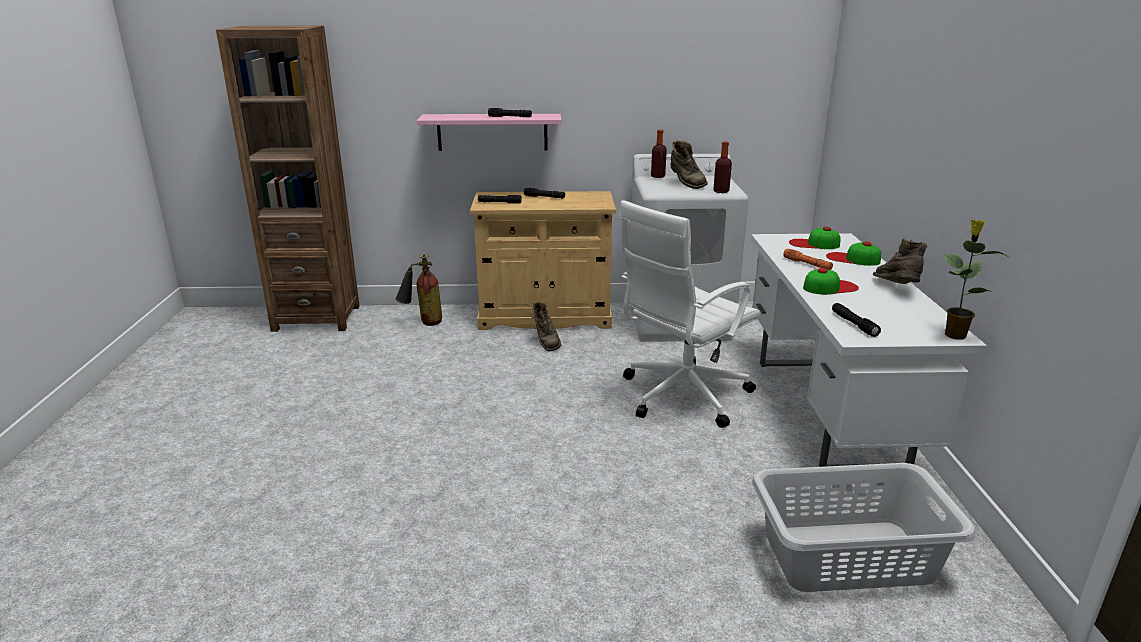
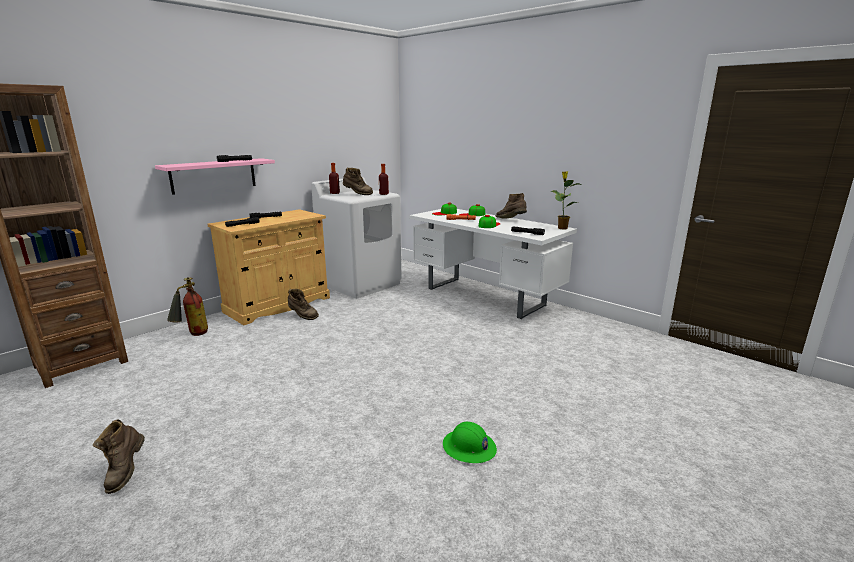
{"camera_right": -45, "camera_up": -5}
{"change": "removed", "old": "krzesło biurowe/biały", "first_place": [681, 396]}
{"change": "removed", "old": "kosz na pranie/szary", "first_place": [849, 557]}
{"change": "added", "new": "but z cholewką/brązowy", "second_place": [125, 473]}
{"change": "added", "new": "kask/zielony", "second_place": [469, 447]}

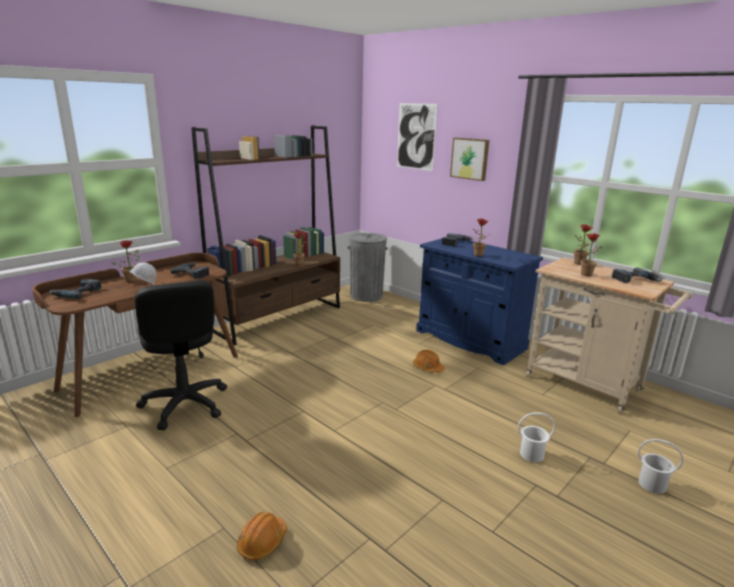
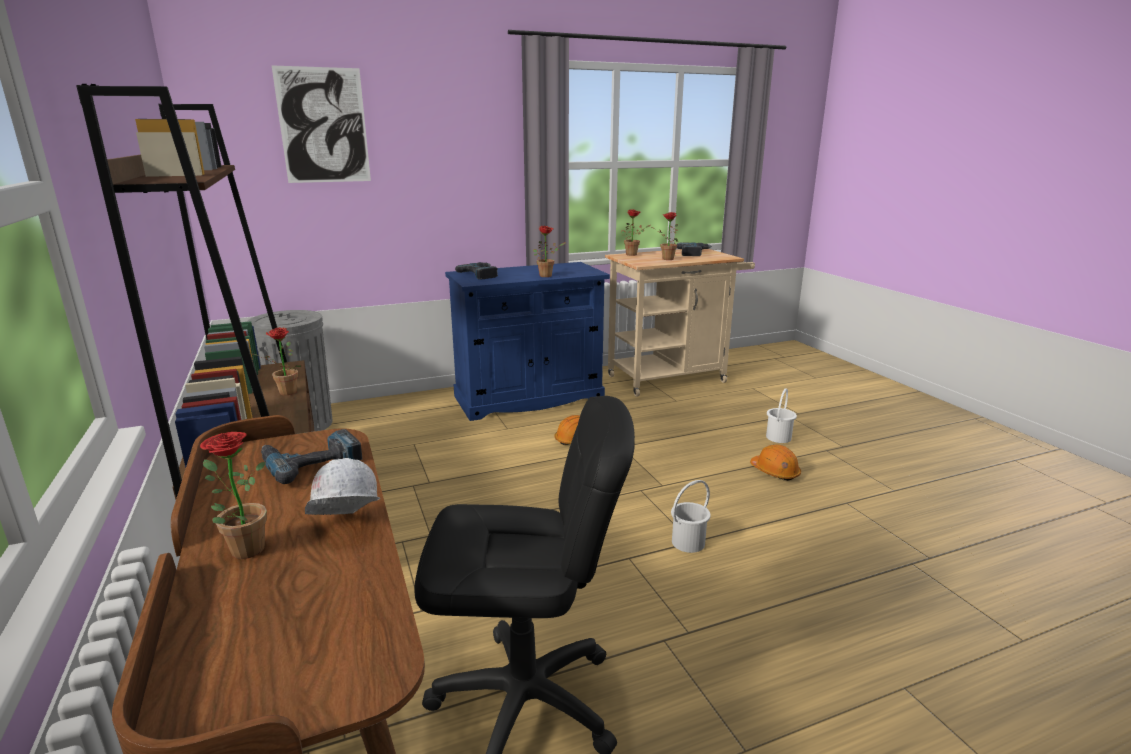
{"camera_right": -65, "camera_up": 0}
{"change": "removed", "old": "obraz", "first_place": [470, 158]}
{"change": "removed", "old": "wiertarka", "first_place": [77, 293]}
{"change": "moved", "old": "wiadro/biały", "first_place": [652, 485], "second_place": [688, 543]}
{"change": "moved", "old": "kask/pomarańczowy", "first_place": [262, 542], "second_place": [775, 472]}

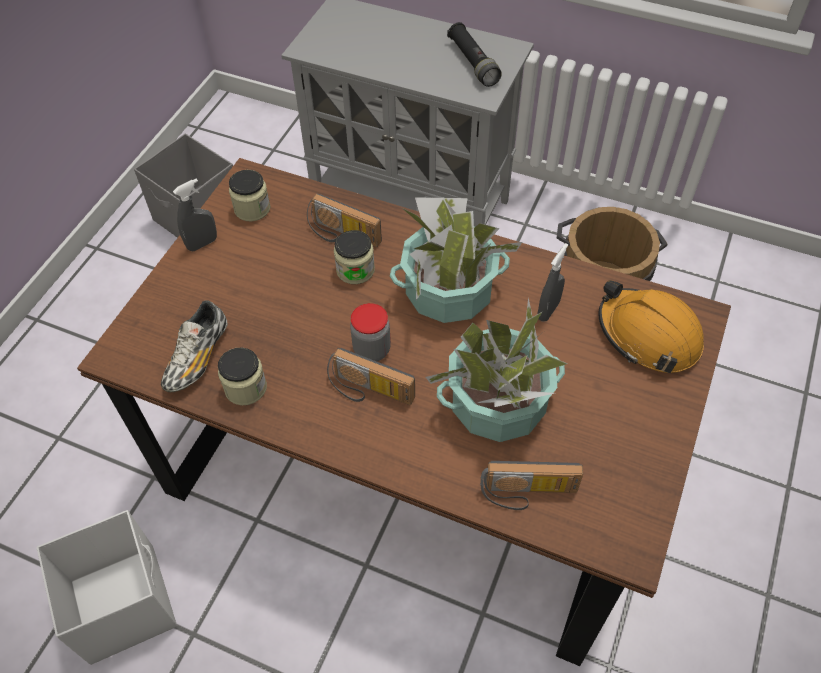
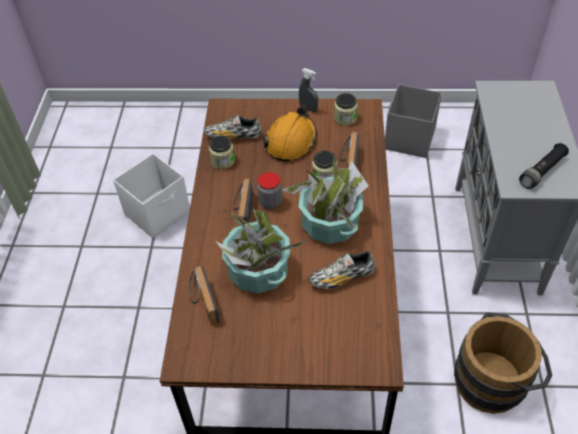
{"camera_right": 70, "camera_up": -5}
{"change": "replaced", "old": "spryskiwacz/szary", "new": "but", "first_place": [548, 310], "second_place": [342, 278]}
{"change": "moved", "old": "kask/pomarańczowy", "first_place": [648, 335], "second_place": [291, 141]}

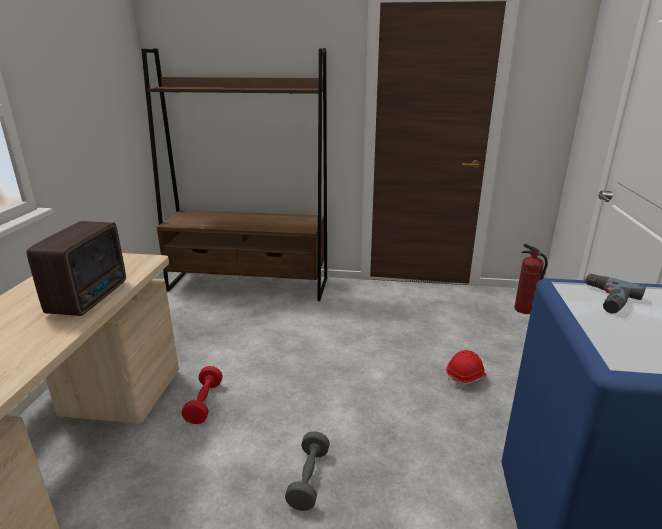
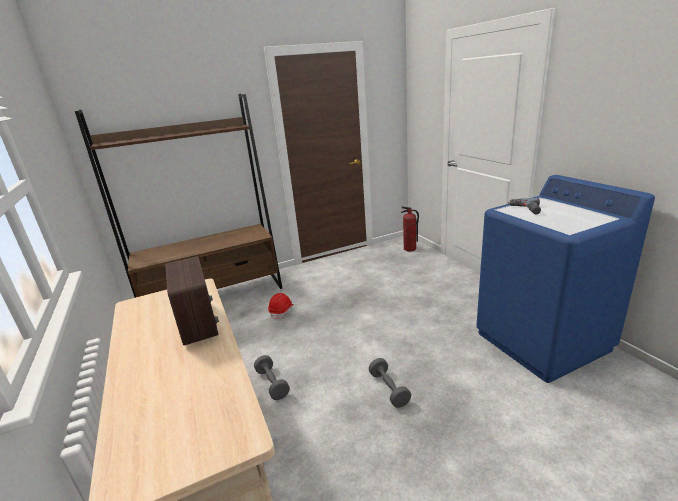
{"camera_right": -30, "camera_up": 0}
{"change": "moved", "old": "kask/czerwony", "first_place": [465, 377], "second_place": [282, 311]}
{"change": "recoloured", "old": "hantel/czerwony", "new": "hantel/szary", "first_place": [204, 403], "second_place": [272, 384]}

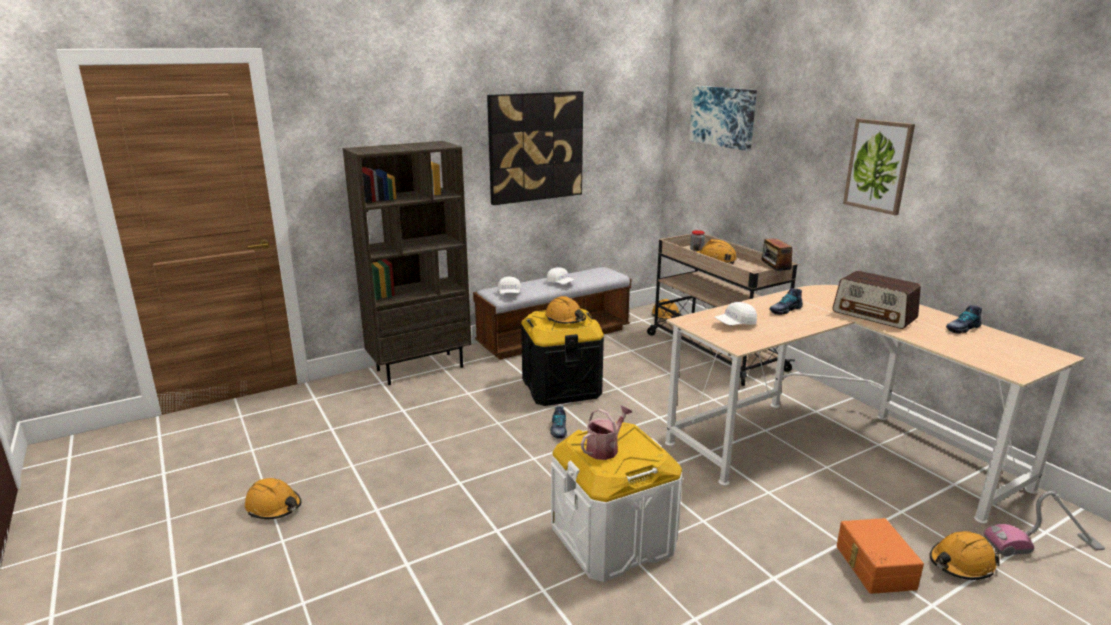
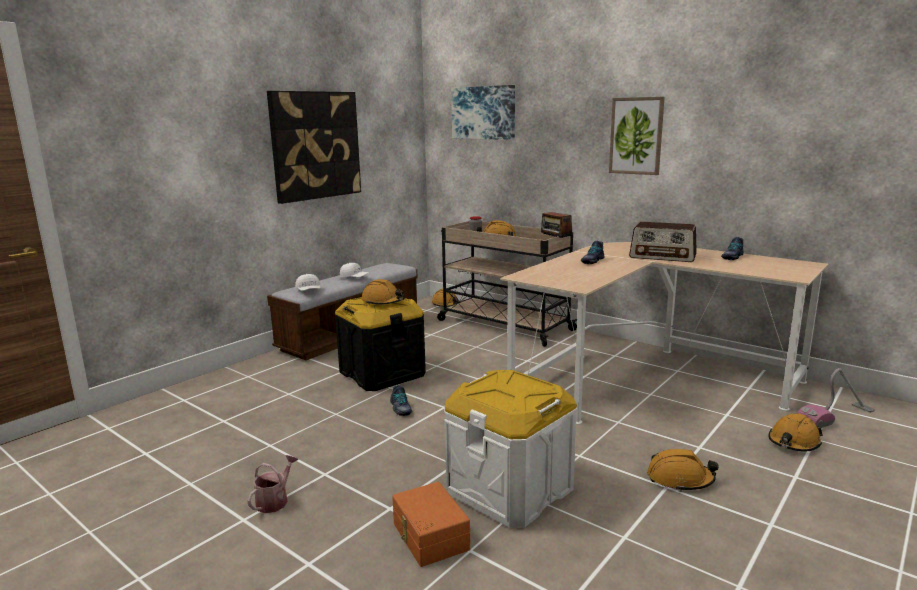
{"camera_right": -20, "camera_up": -5}
{"change": "removed", "old": "regał/brązowy", "first_place": [420, 368]}
{"change": "removed", "old": "czapka z daszkiem/biały", "first_place": [735, 324]}
{"change": "moved", "old": "konewka", "first_place": [605, 449], "second_place": [275, 500]}
{"change": "moved", "old": "kask/pomarańczowy", "first_place": [274, 507], "second_place": [679, 479]}
{"change": "moved", "old": "pojemnik do przechowywania/pomarańczowy", "first_place": [873, 567], "second_place": [429, 537]}

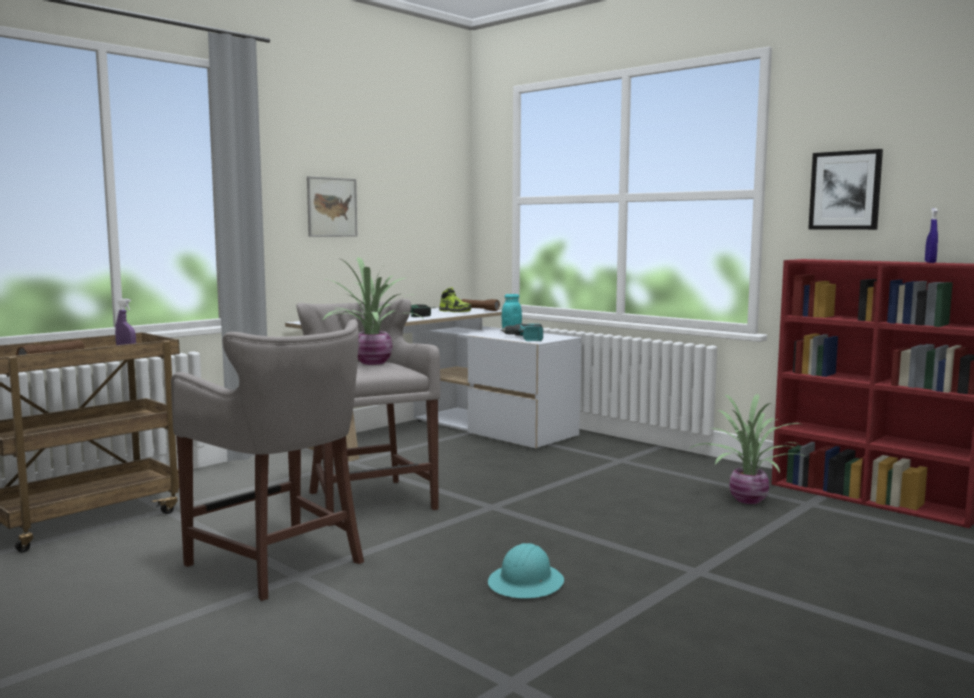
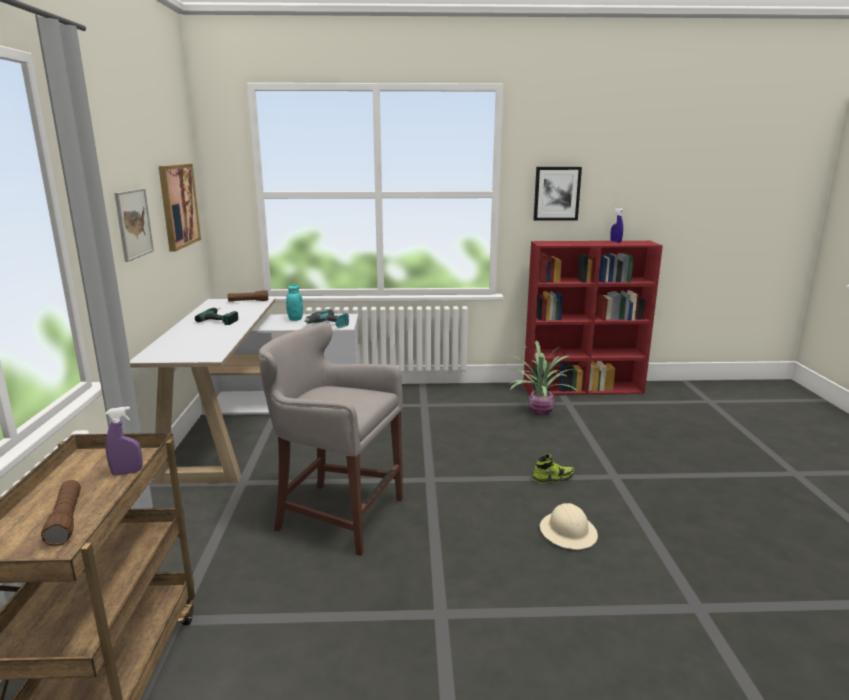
{"camera_right": -45, "camera_up": 10}
{"change": "removed", "old": "roślina doniczkowa", "first_place": [372, 362]}
{"change": "moved", "old": "but", "first_place": [455, 311], "second_place": [553, 478]}
{"change": "removed", "old": "stołek/szary", "first_place": [280, 563]}
{"change": "recoloured", "old": "kask/turkusowy", "new": "kask/beżowy", "first_place": [526, 583], "second_place": [568, 532]}
{"change": "added", "new": "obraz", "second_place": [178, 205]}

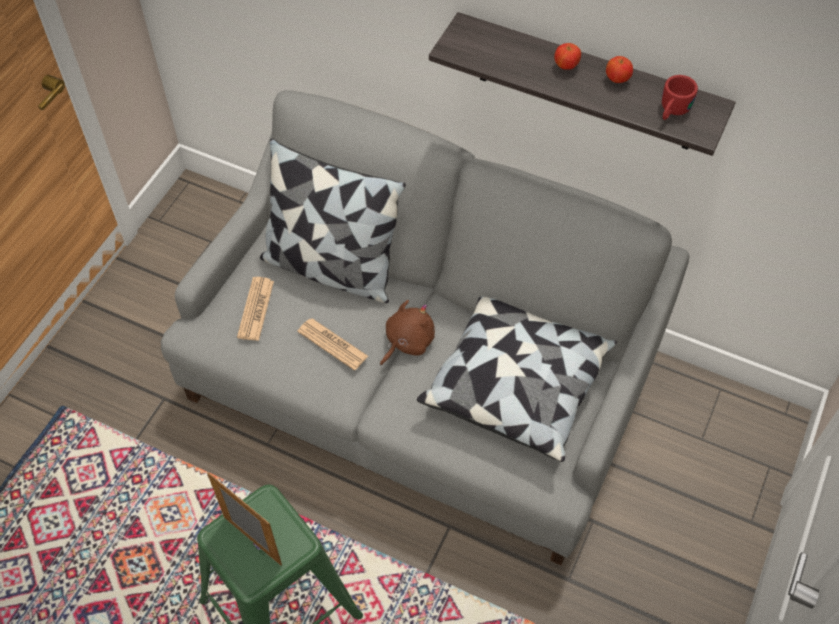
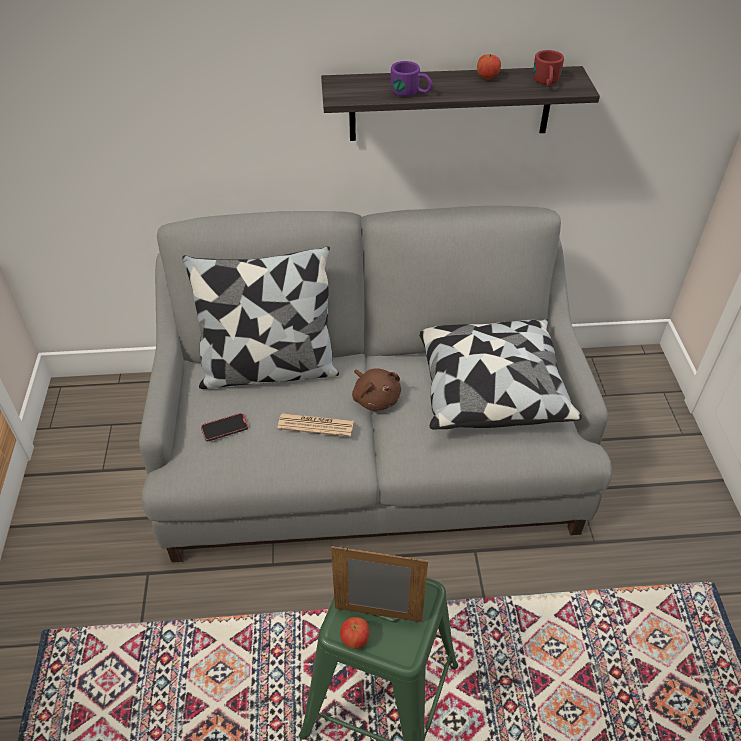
{"camera_right": -30, "camera_up": -10}
{"change": "moved", "old": "jabłko", "first_place": [566, 66], "second_place": [355, 639]}
{"change": "replaced", "old": "gazeta", "new": "telefon", "first_place": [256, 309], "second_place": [225, 428]}
{"change": "turned", "old": "pluszak/brązowy", "first_place": [407, 342], "second_place": [375, 398], "degrees": 135}
{"change": "added", "new": "kubek/fioletowy", "second_place": [411, 93]}

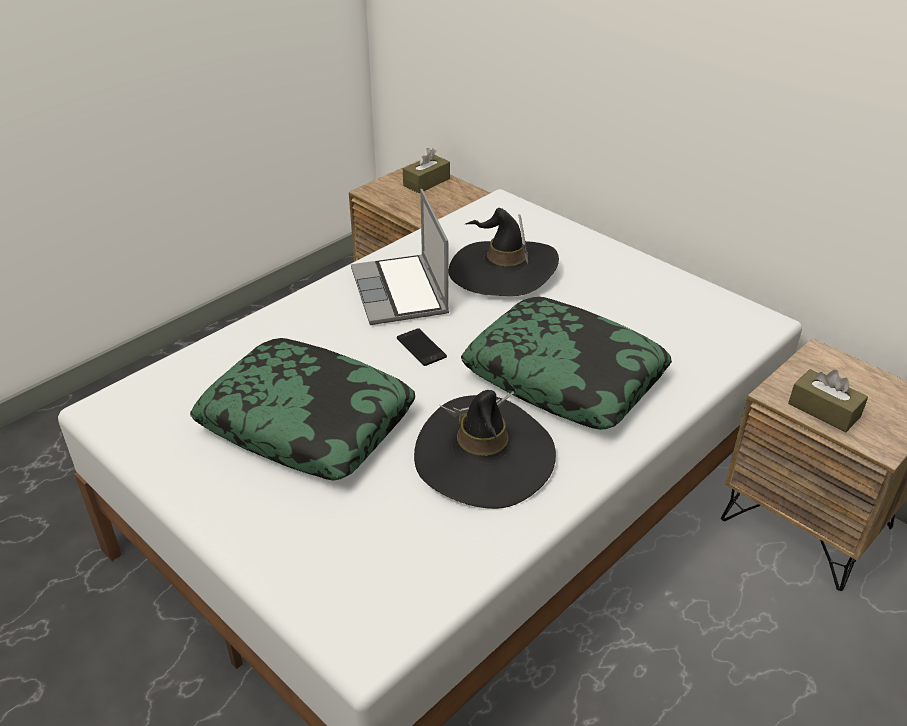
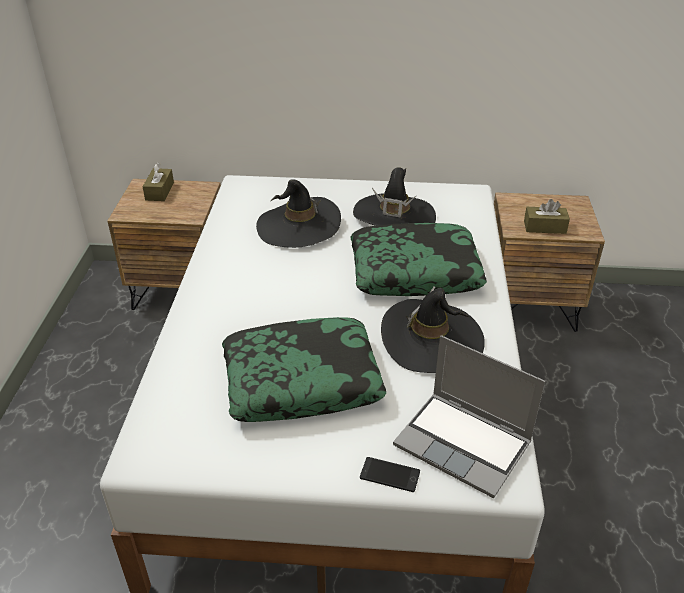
{"camera_right": -40, "camera_up": 0}
{"change": "moved", "old": "laptop", "first_place": [401, 292], "second_place": [464, 444]}
{"change": "moved", "old": "telefon", "first_place": [421, 347], "second_place": [390, 475]}
{"change": "added", "new": "kapelusz/czarny", "second_place": [394, 217]}

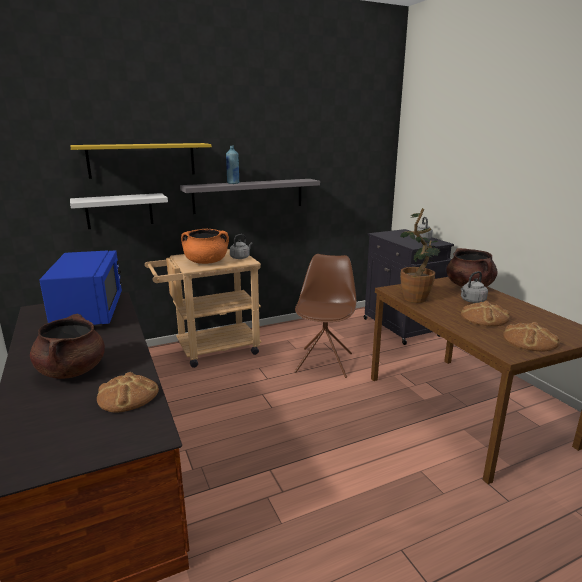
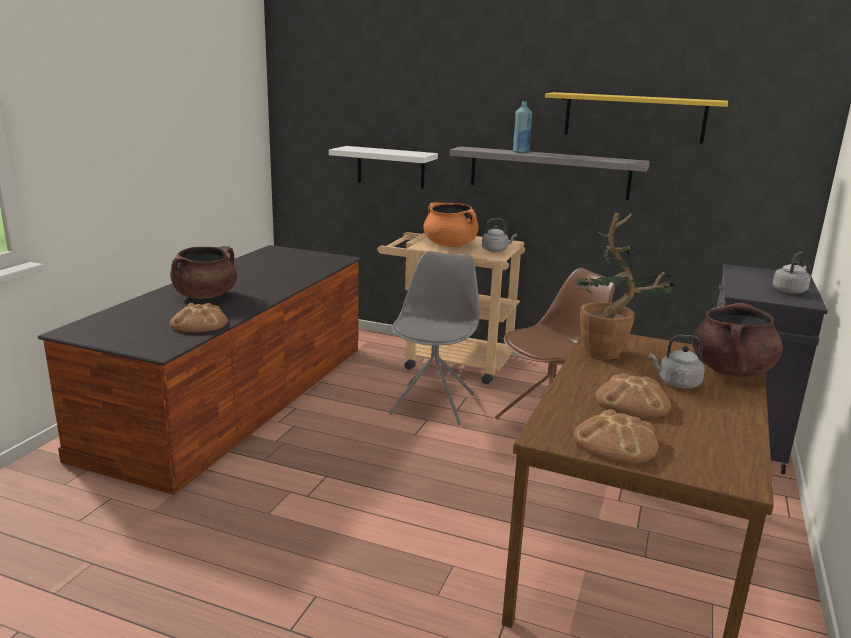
{"camera_right": 45, "camera_up": 0}
{"change": "moved", "old": "półka/żółty", "first_place": [142, 160], "second_place": [634, 117]}
{"change": "removed", "old": "mikrofalówka/niebieski", "first_place": [89, 313]}
{"change": "added", "new": "krzesło/szary", "second_place": [433, 403]}

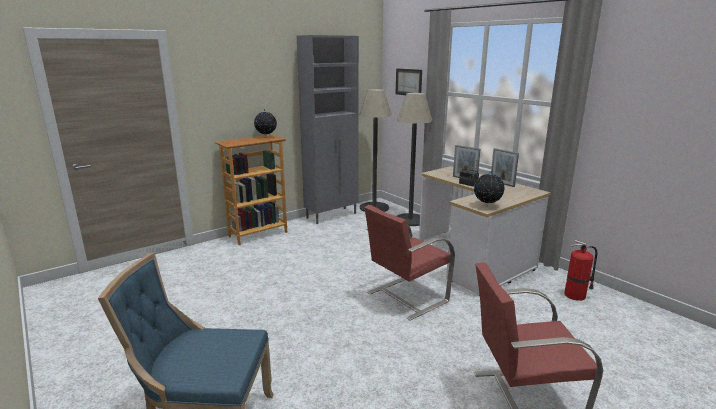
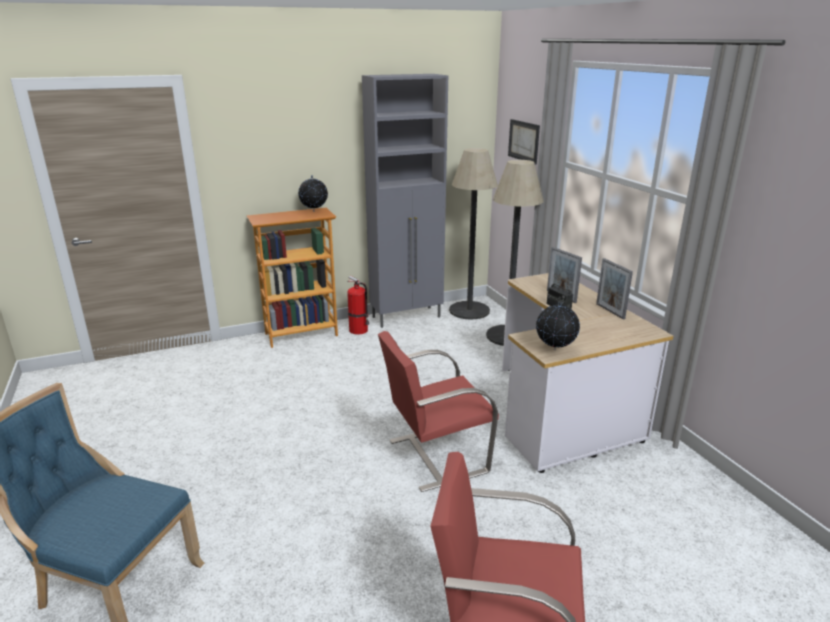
{"camera_right": 15, "camera_up": 5}
{"change": "moved", "old": "gaśnica", "first_place": [576, 295], "second_place": [359, 330]}

